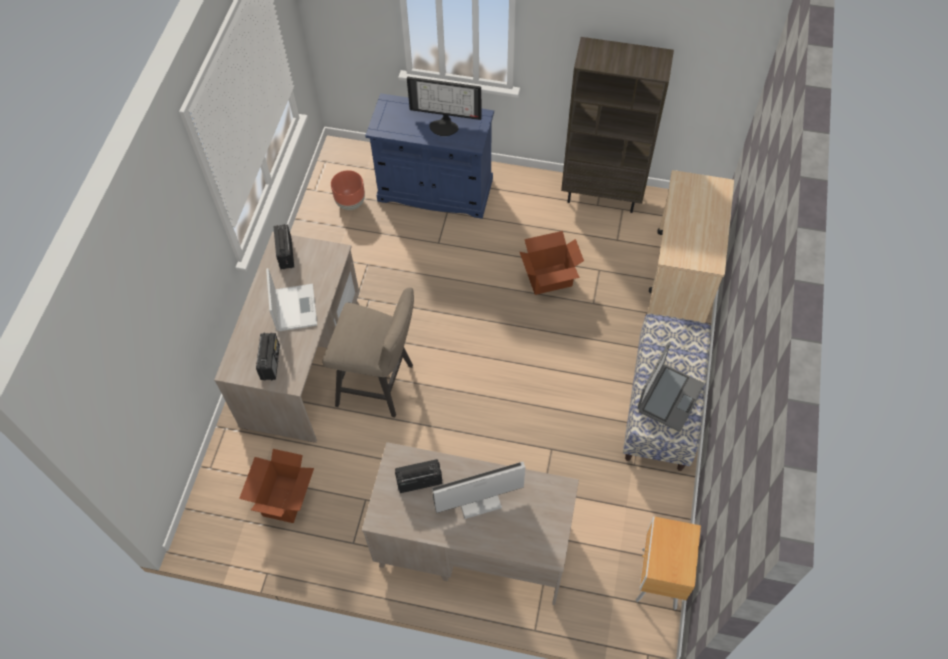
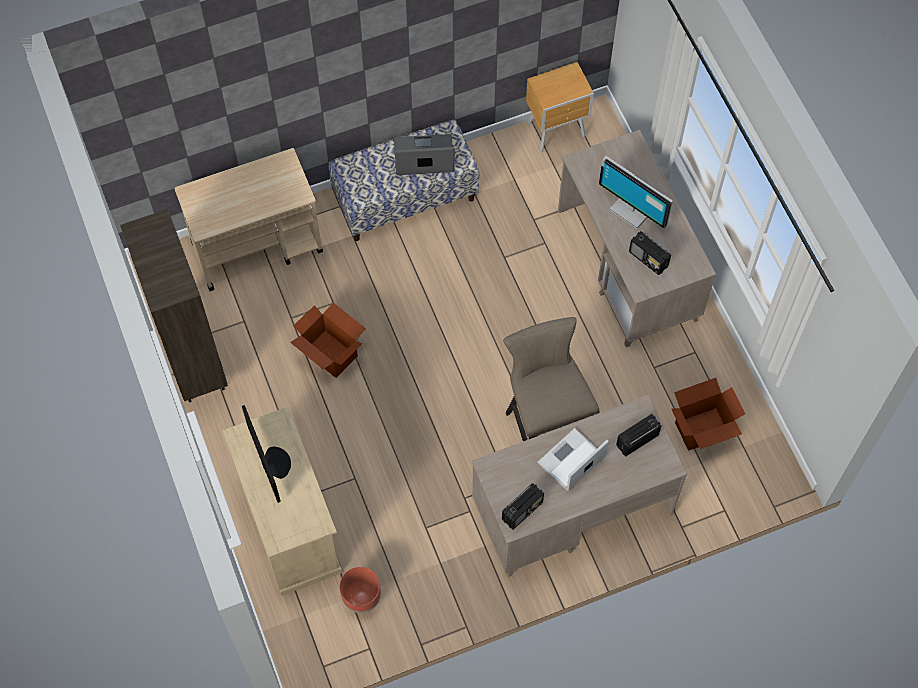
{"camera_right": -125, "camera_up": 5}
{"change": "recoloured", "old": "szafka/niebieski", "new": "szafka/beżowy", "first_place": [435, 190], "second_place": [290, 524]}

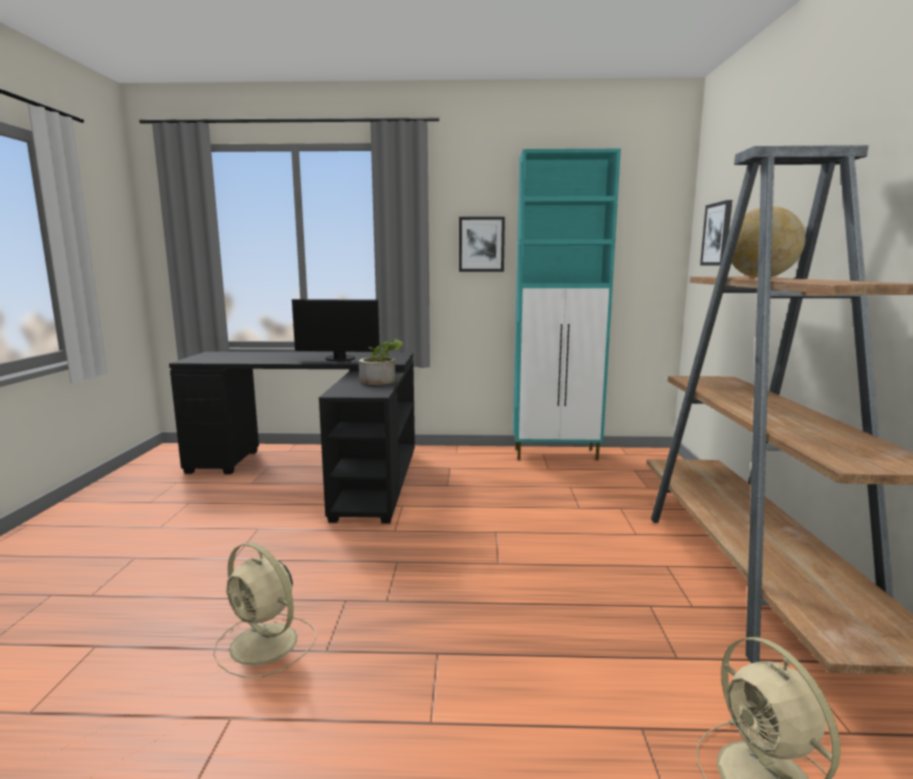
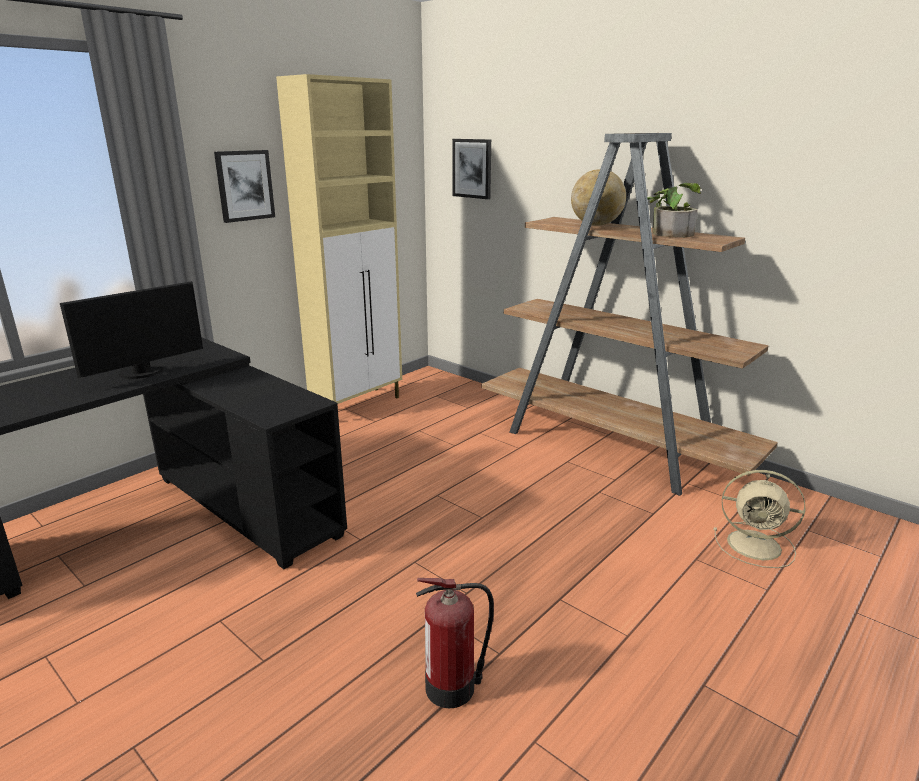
{"camera_right": -50, "camera_up": 10}
{"change": "recoloured", "old": "szafka/turkusowy", "new": "szafka/beżowy", "first_place": [557, 454], "second_place": [358, 404]}
{"change": "moved", "old": "roślina doniczkowa", "first_place": [381, 380], "second_place": [670, 233]}
{"change": "replaced", "old": "wentylator/beżowy", "new": "gaśnica", "first_place": [266, 644], "second_place": [453, 687]}

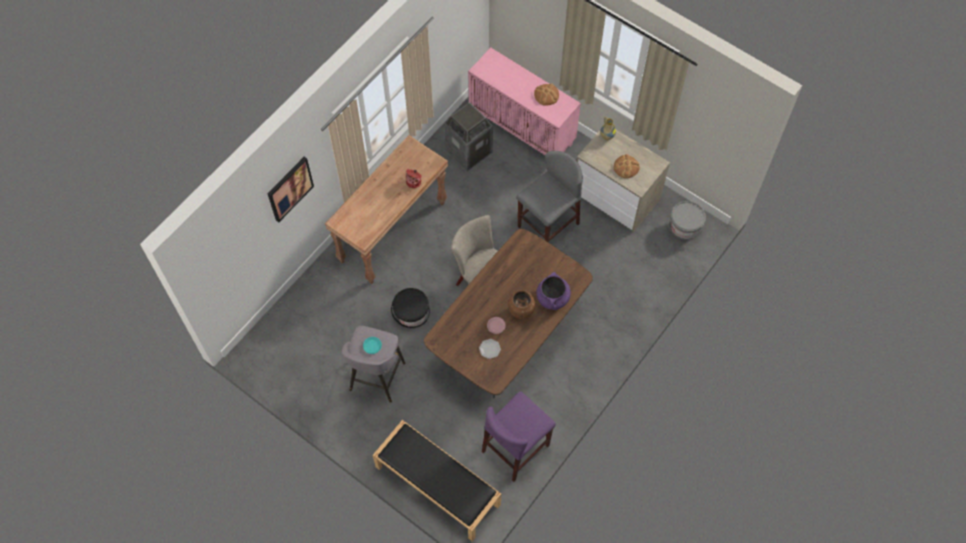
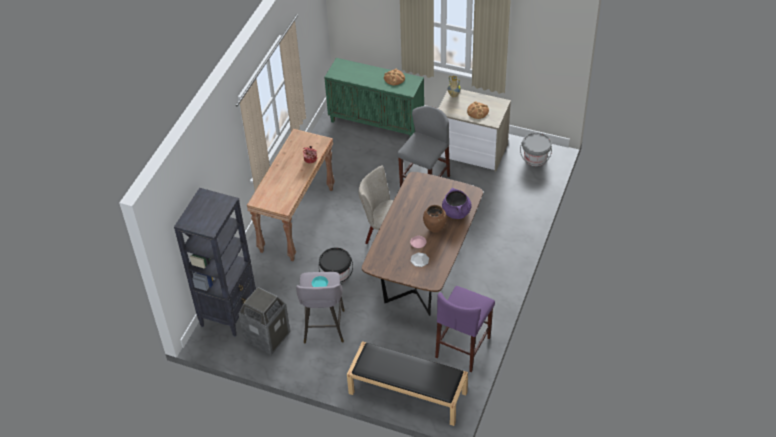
{"camera_right": -15, "camera_up": -15}
{"change": "recoloured", "old": "szafka/różowy", "new": "szafka/zielony", "first_place": [522, 128], "second_place": [377, 122]}
{"change": "moved", "old": "kosz na śmieci", "first_place": [469, 151], "second_place": [267, 337]}
{"change": "removed", "old": "obraz", "first_place": [289, 188]}
{"change": "added", "new": "regał/czarny", "second_place": [229, 312]}

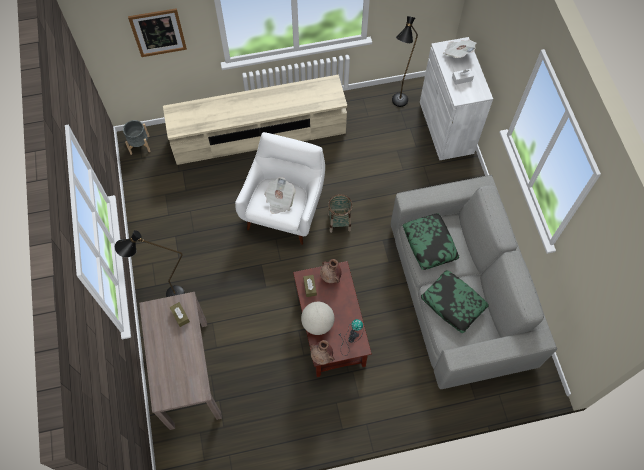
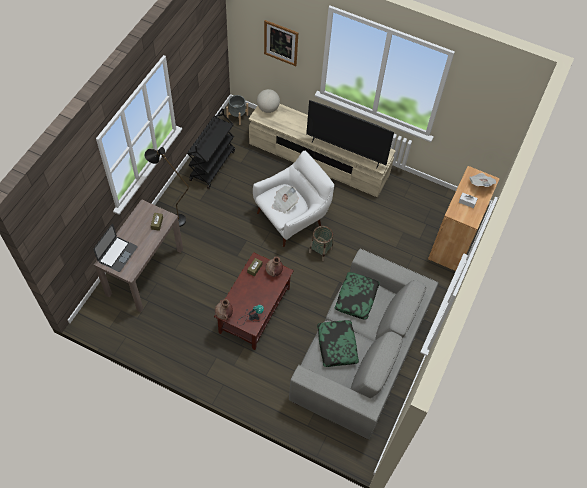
{"camera_right": 35, "camera_up": -5}
{"change": "removed", "old": "lampa stojąca/czarny", "first_place": [397, 105]}
{"change": "recoloured", "old": "szafka/biały", "new": "szafka/brązowy", "first_place": [446, 127], "second_place": [453, 241]}
{"change": "moved", "old": "globus", "first_place": [317, 323], "second_place": [268, 108]}
{"change": "added", "new": "telewizor", "second_place": [345, 151]}
{"change": "added", "new": "wózek/czarny", "second_place": [212, 165]}
{"change": "added", "new": "laptop", "second_place": [117, 254]}

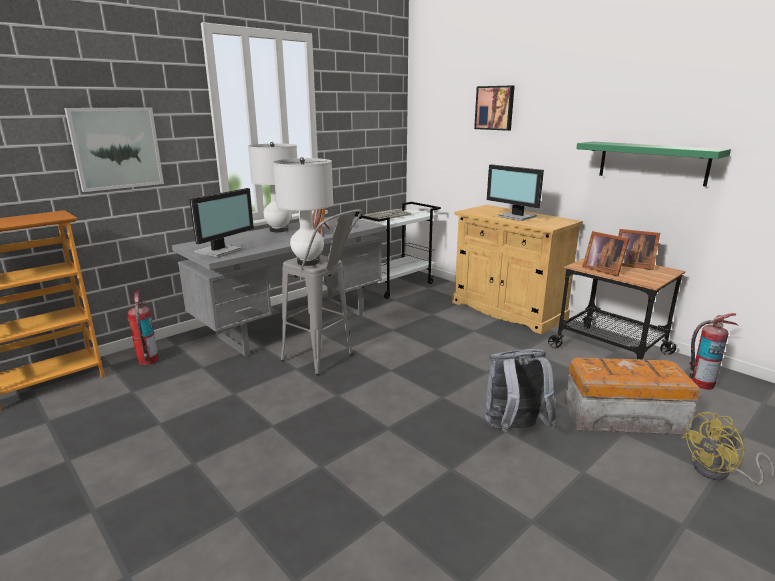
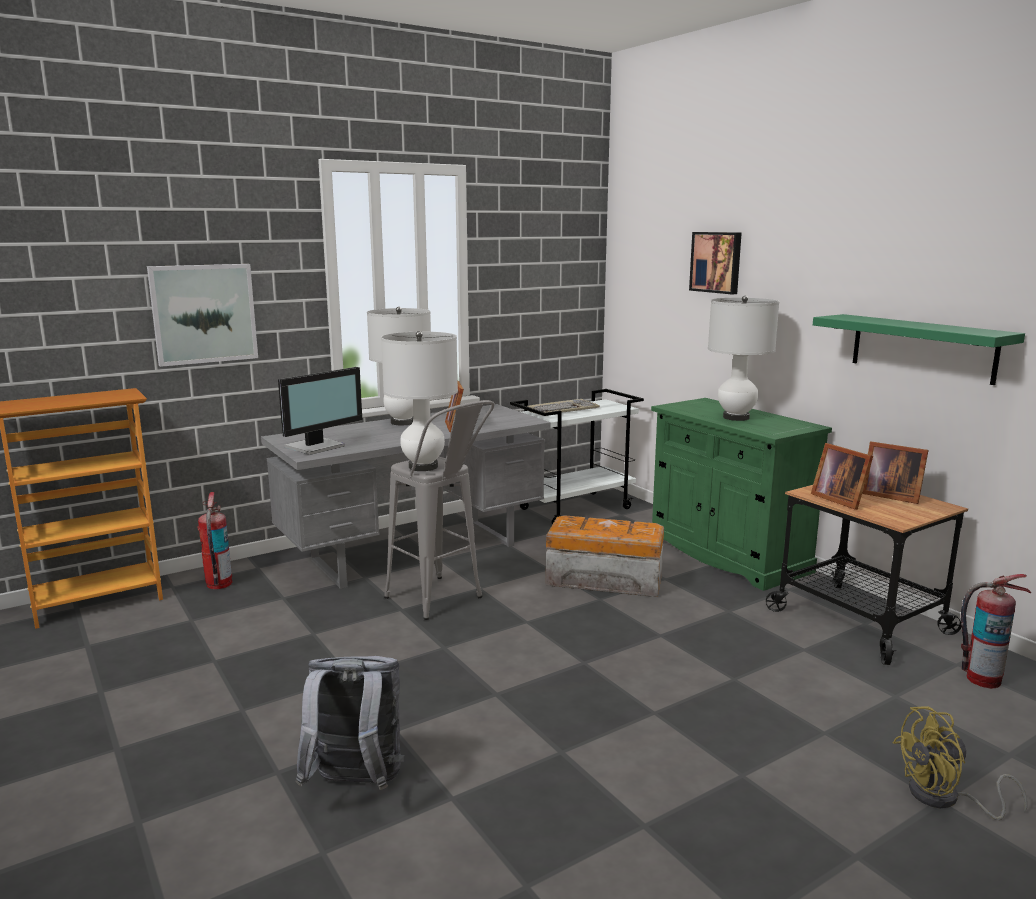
{"camera_right": 10, "camera_up": -5}
{"change": "replaced", "old": "monitor", "new": "lampa stołowa/biały", "first_place": [516, 217], "second_place": [736, 417]}
{"change": "recoloured", "old": "szafka/beżowy", "new": "szafka/zielony", "first_place": [507, 310], "second_place": [727, 554]}
{"change": "moved", "old": "plecak/szary", "first_place": [513, 430], "second_place": [356, 785]}
{"change": "moved", "old": "pojemnik do przechowywania", "first_place": [620, 416], "second_place": [603, 579]}

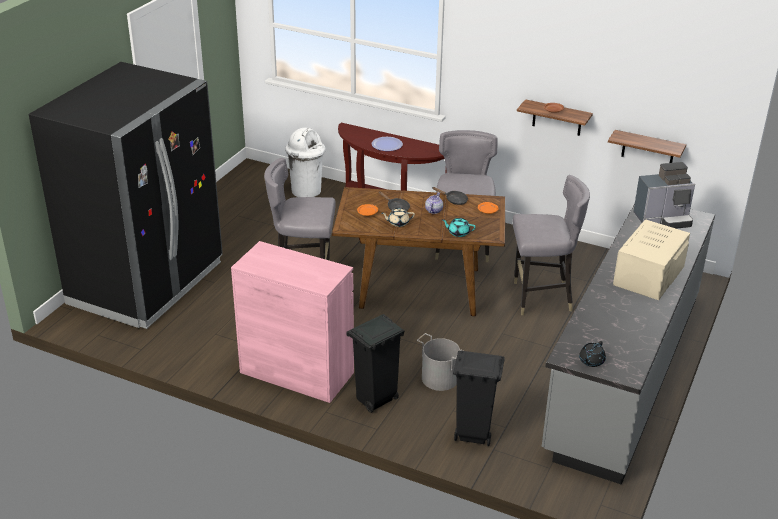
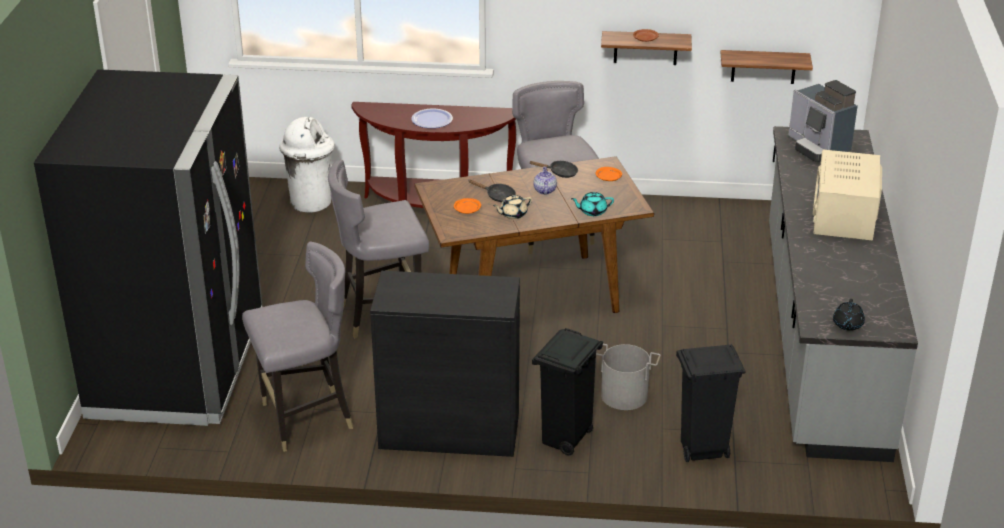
{"camera_right": -20, "camera_up": 0}
{"change": "turned", "old": "ekspres do kawy", "first_place": [663, 219], "second_place": [818, 147], "degrees": 90}
{"change": "moved", "old": "krzesło/szary", "first_place": [541, 298], "second_place": [306, 419]}
{"change": "recoloured", "old": "szafka/różowy", "new": "szafka/czarny", "first_place": [297, 372], "second_place": [449, 431]}

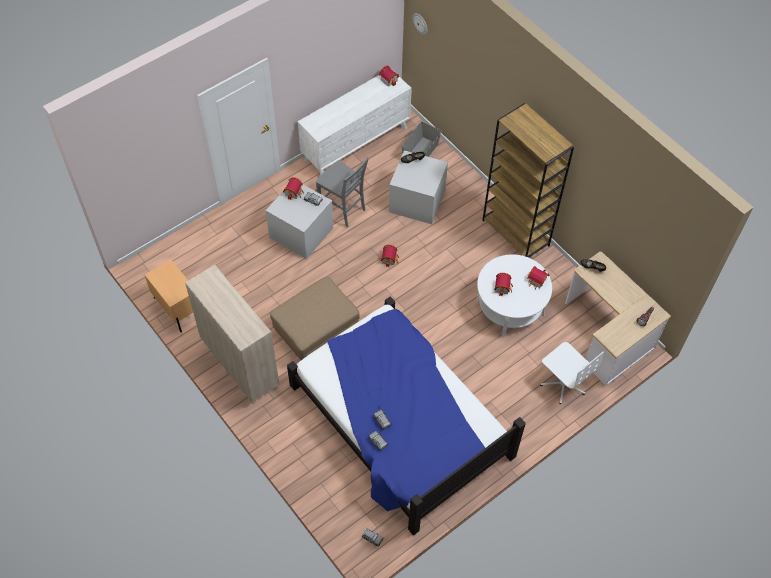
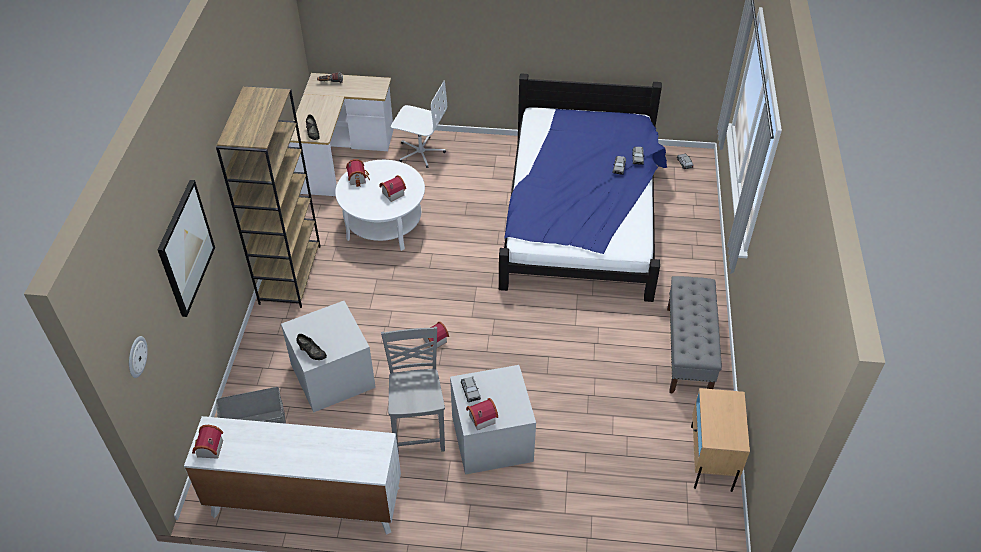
{"camera_right": -135, "camera_up": -10}
{"change": "replaced", "old": "szafka/beżowy", "new": "ławka/szary", "first_place": [240, 366], "second_place": [688, 351]}
{"change": "removed", "old": "pufa/beżowy", "first_place": [316, 331]}
{"change": "turned", "old": "krzesło biurowe/biały", "first_place": [563, 383], "second_place": [420, 152], "degrees": 105}
{"change": "added", "new": "obraz", "second_place": [185, 248]}

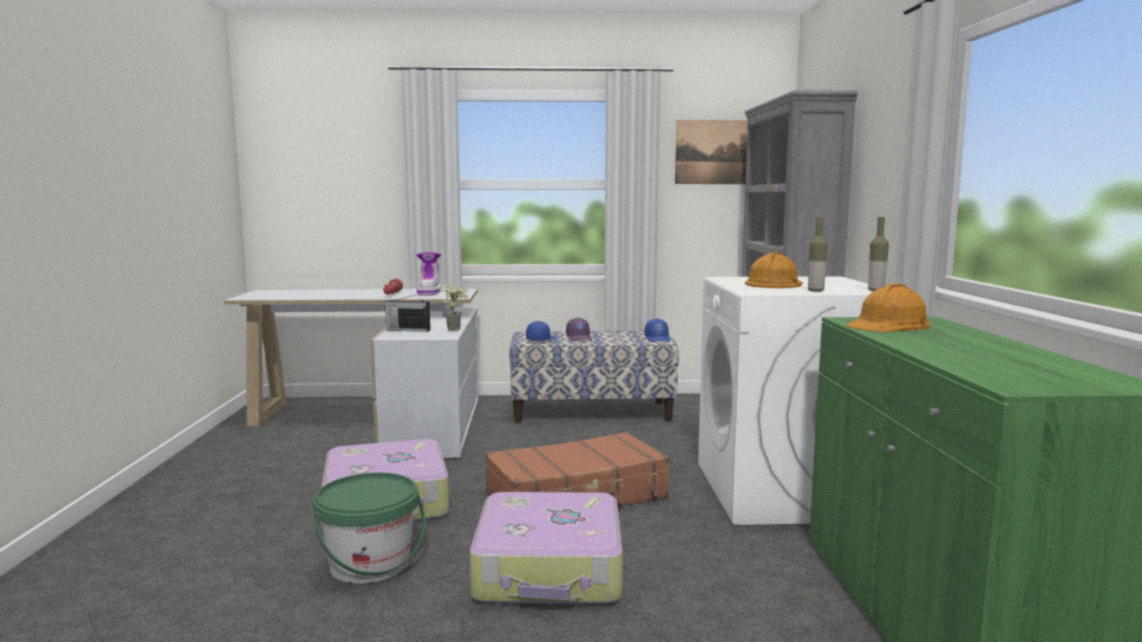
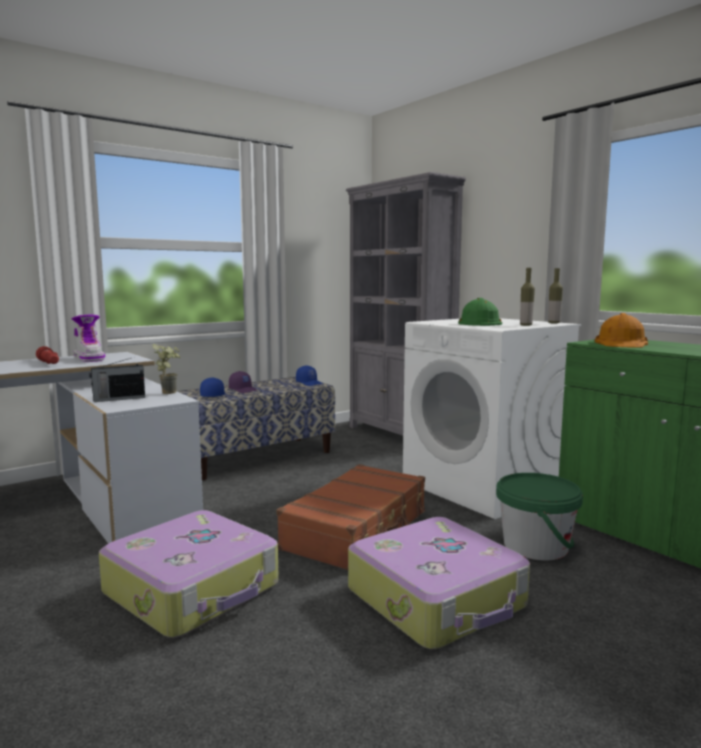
{"camera_right": -35, "camera_up": 0}
{"change": "removed", "old": "obraz", "first_place": [714, 152]}
{"change": "recoloured", "old": "kask/pomarańczowy", "new": "kask/zielony", "first_place": [774, 284], "second_place": [478, 323]}
{"change": "moved", "old": "wiadro/zielony", "first_place": [370, 564], "second_place": [535, 546]}

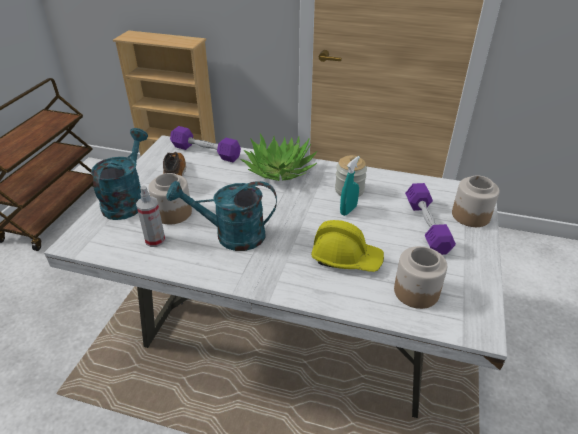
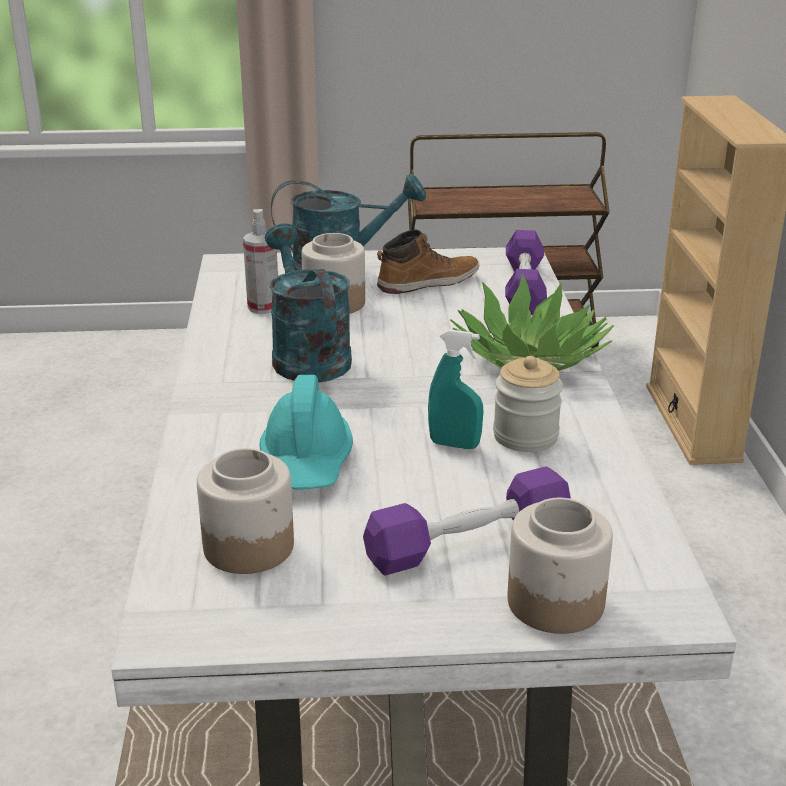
{"camera_right": 70, "camera_up": -10}
{"change": "recoloured", "old": "kask/żółty", "new": "kask/turkusowy", "first_place": [346, 258], "second_place": [306, 462]}

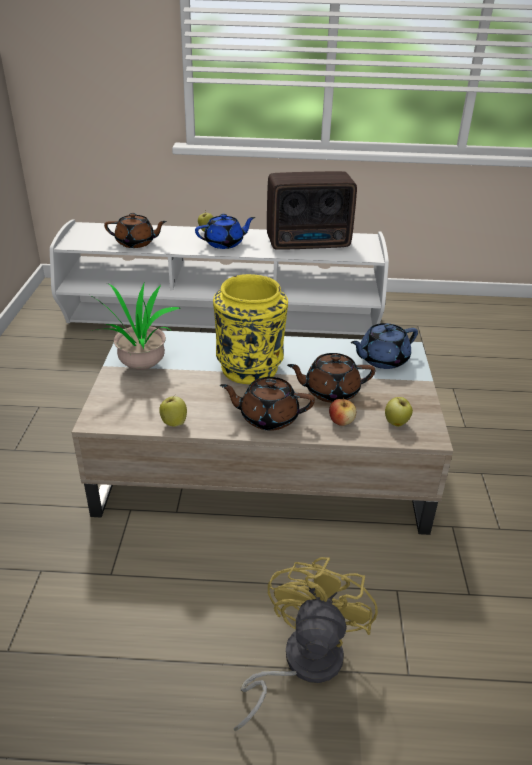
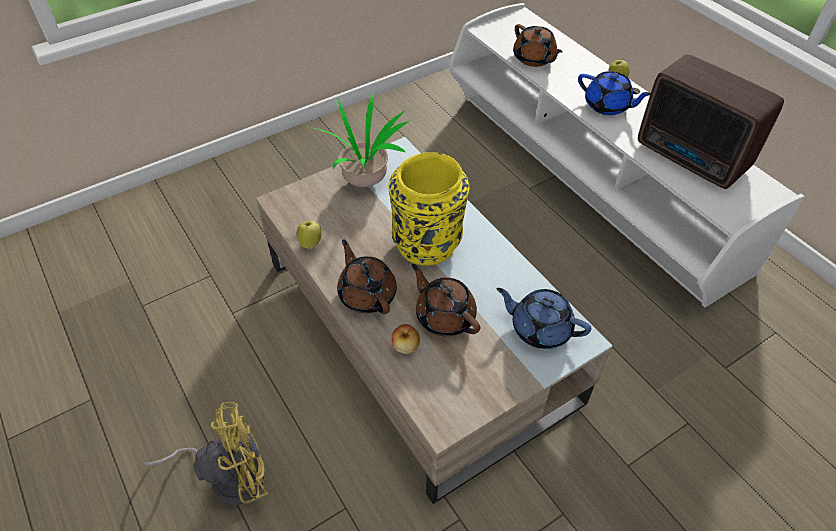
{"camera_right": 55, "camera_up": 15}
{"change": "removed", "old": "jabłko", "first_place": [396, 423]}

